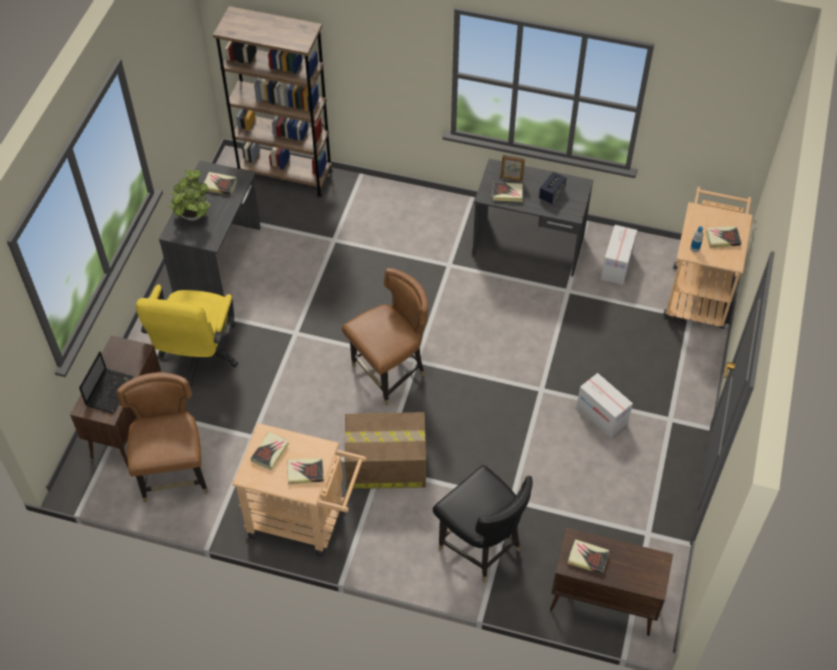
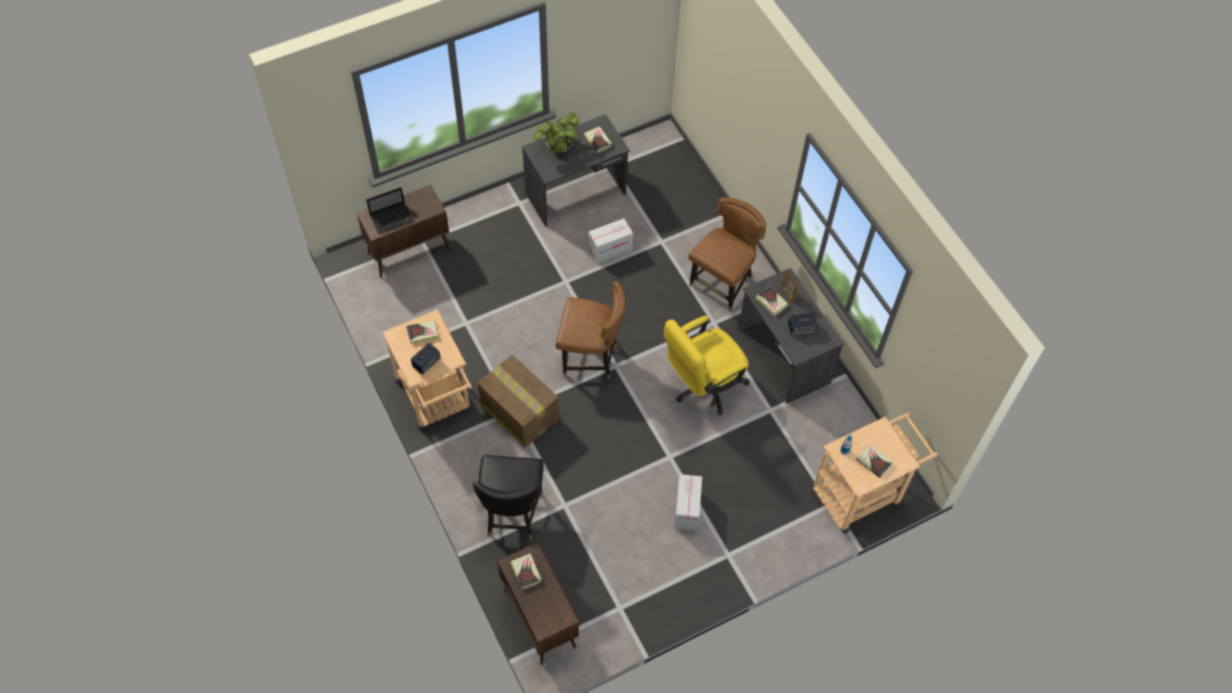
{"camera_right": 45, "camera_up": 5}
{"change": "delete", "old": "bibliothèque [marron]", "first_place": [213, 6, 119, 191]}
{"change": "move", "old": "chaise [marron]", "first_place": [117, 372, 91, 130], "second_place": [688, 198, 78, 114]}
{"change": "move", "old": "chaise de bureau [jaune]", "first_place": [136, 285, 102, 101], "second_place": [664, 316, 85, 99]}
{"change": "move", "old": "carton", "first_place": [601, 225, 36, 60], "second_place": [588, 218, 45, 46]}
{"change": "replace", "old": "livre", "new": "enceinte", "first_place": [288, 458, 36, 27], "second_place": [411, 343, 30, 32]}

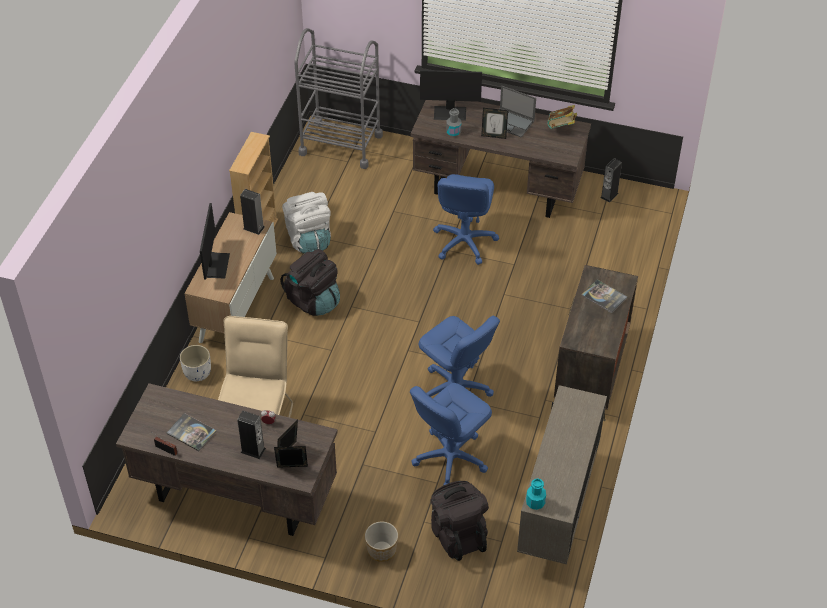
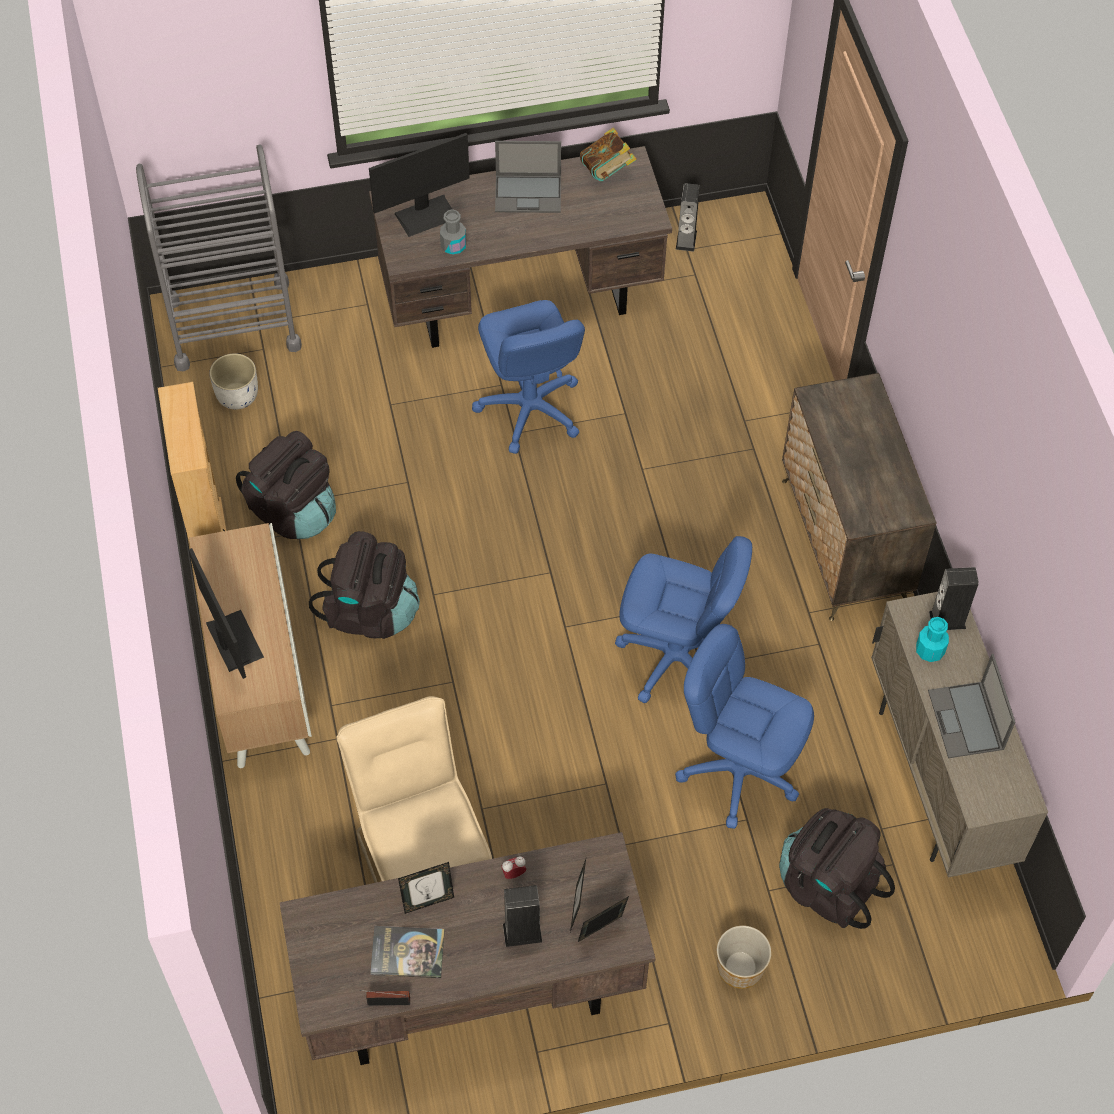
{"camera_right": -30, "camera_up": 10}
{"change": "delete", "old": "livre", "first_place": [581, 279, 47, 34]}
{"change": "insert", "new": "ordinateur portable", "second_place": [928, 654, 87, 104]}
{"change": "move", "old": "cache-pot [blanc]", "first_place": [180, 345, 31, 36], "second_place": [209, 353, 49, 57]}
{"change": "move", "old": "enceinte", "first_place": [240, 189, 25, 46], "second_place": [929, 567, 50, 63]}
{"change": "move", "old": "cadre photo", "first_place": [481, 108, 27, 31], "second_place": [398, 862, 56, 52]}
{"change": "move", "old": "bouteille [turquoise]", "first_place": [526, 478, 20, 32], "second_place": [916, 617, 33, 45]}
{"change": "recolor", "old": "sac à dos [blanc]", "new": "sac à dos [noir]", "first_place": [282, 192, 49, 62], "second_place": [236, 431, 100, 108]}
{"change": "rotate", "old": "chaise de bureau [bleu]", "first_place": [410, 383, 82, 102], "second_place": [675, 624, 139, 205], "degrees": 105}

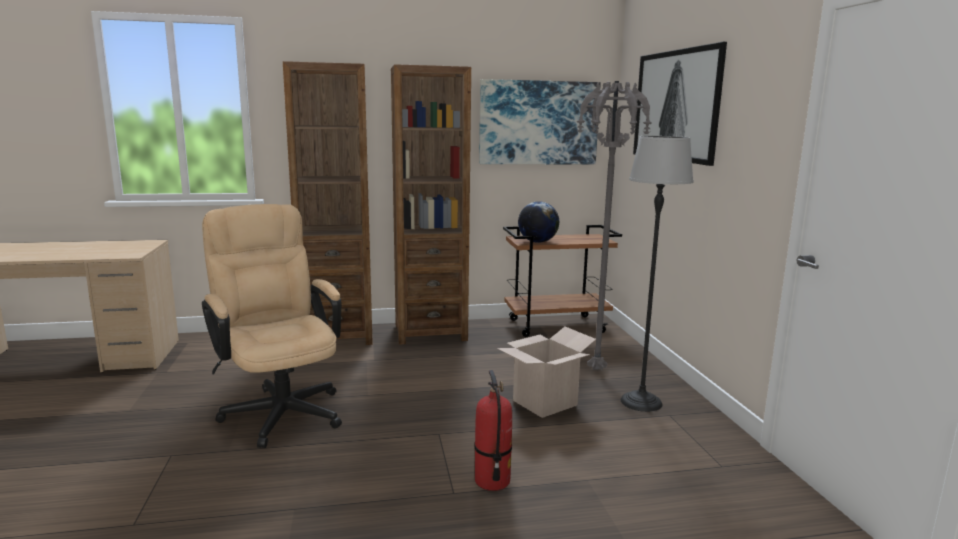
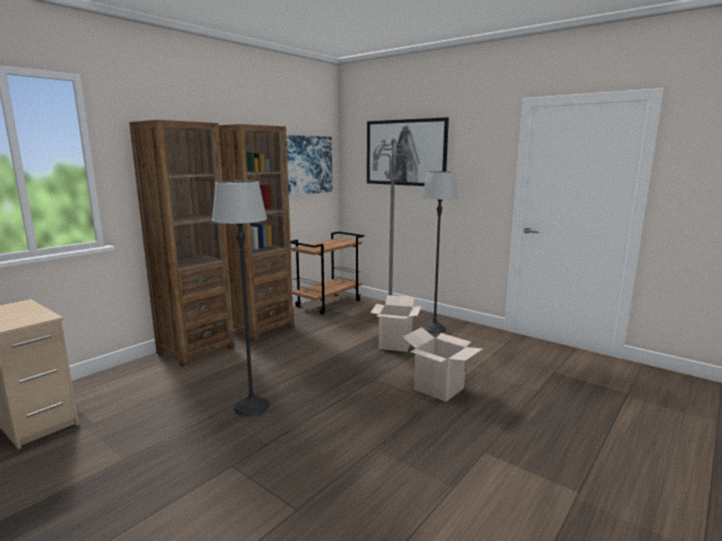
{"camera_right": -40, "camera_up": 0}
{"change": "delete", "old": "globe", "first_place": [518, 201, 41, 42]}
{"change": "replace", "old": "chaise de bureau [beige]", "new": "lampadaire", "first_place": [202, 204, 140, 244], "second_place": [212, 181, 58, 235]}
{"change": "replace", "old": "extincteur", "new": "carton", "first_place": [475, 370, 37, 121], "second_place": [402, 327, 81, 75]}

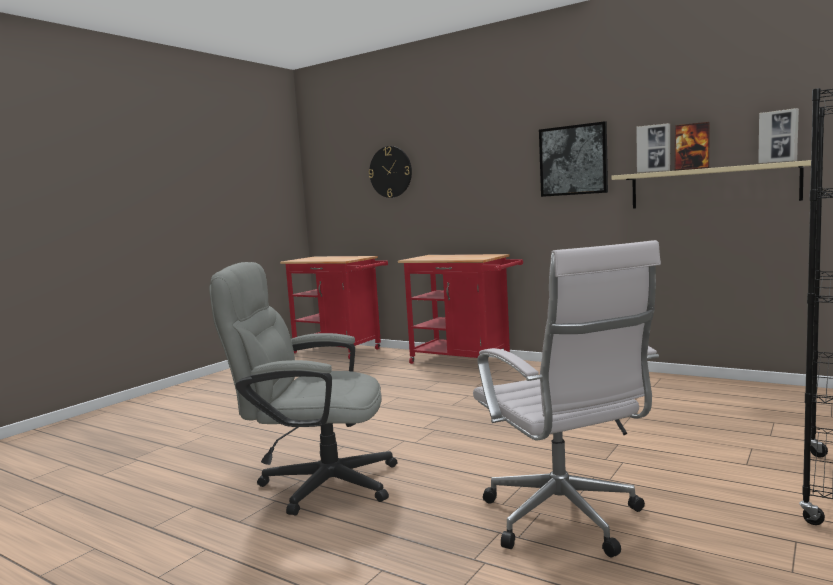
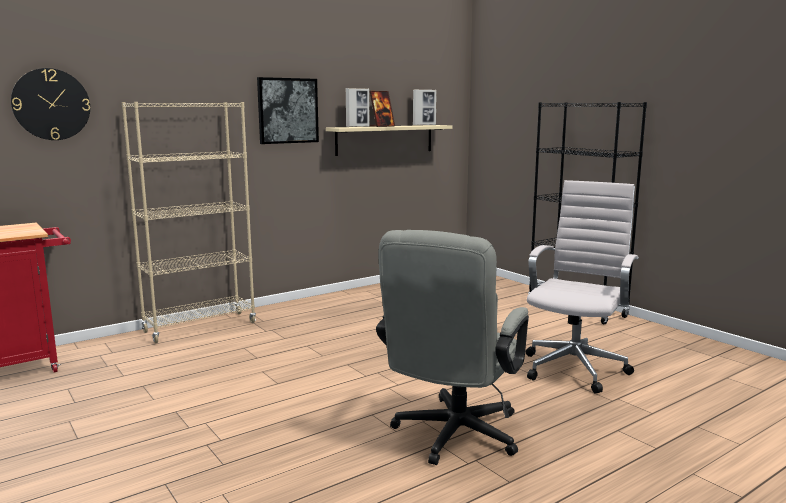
{"camera_right": -70, "camera_up": 5}
{"change": "replace", "old": "chariot [rouge]", "new": "bibliothèque [beige]", "first_place": [398, 254, 125, 110], "second_place": [122, 102, 134, 241]}
{"change": "rotate", "old": "chaise de bureau [blanc]", "first_place": [473, 240, 188, 317], "second_place": [526, 180, 113, 214], "degrees": -60}

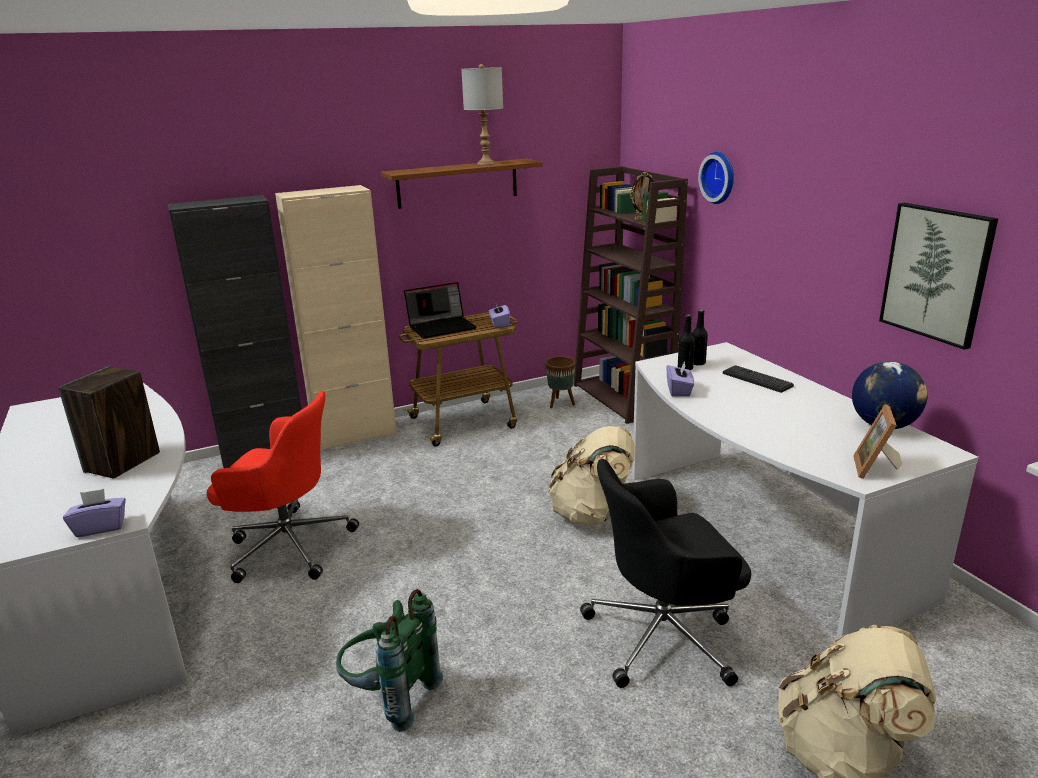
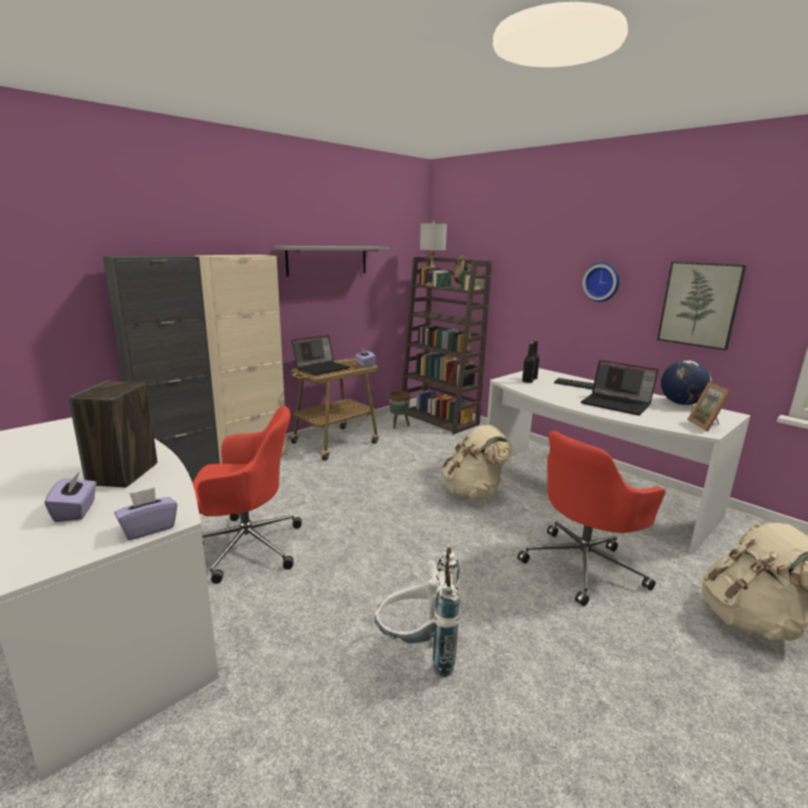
{"camera_right": -20, "camera_up": -5}
{"change": "insert", "new": "ordinateur portable", "second_place": [581, 360, 77, 55]}
{"change": "move", "old": "lampe de table [gris]", "first_place": [461, 64, 42, 101], "second_place": [420, 221, 27, 65]}
{"change": "move", "old": "boîte à mouchoirs [violet]", "first_place": [666, 361, 28, 35], "second_place": [44, 473, 53, 49]}
{"change": "move", "old": "horloge murale", "first_place": [698, 152, 36, 52], "second_place": [582, 262, 38, 40]}
{"change": "recolor", "old": "sac à dos [vert]", "new": "sac à dos [blanc]", "first_place": [336, 589, 107, 143], "second_place": [374, 547, 86, 130]}
{"change": "recolor", "old": "étagère [marron]", "new": "étagère [gris]", "first_place": [381, 159, 162, 50], "second_place": [275, 246, 114, 30]}
{"change": "recolor", "old": "chaise de bureau [noir]", "new": "chaise de bureau [rouge]", "first_place": [580, 459, 171, 229], "second_place": [517, 431, 149, 175]}

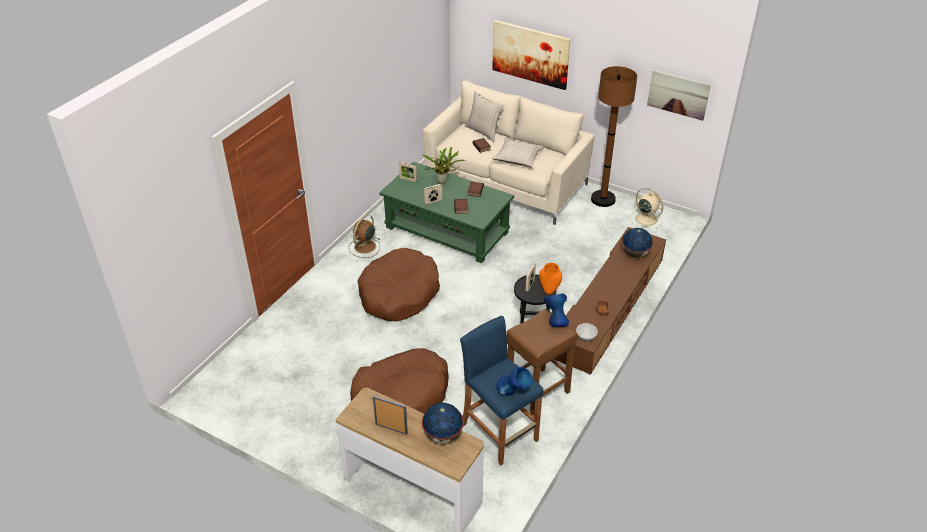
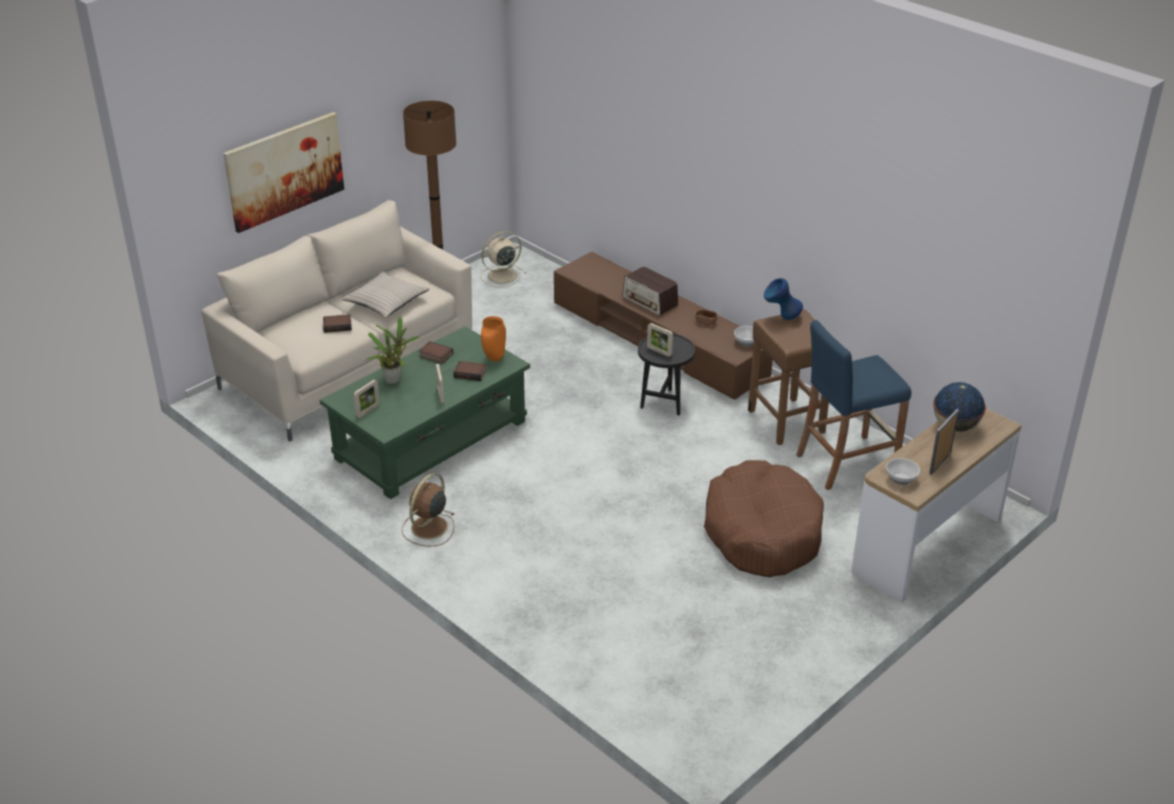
{"camera_right": -75, "camera_up": -5}
{"change": "delete", "old": "panier pour chien [marron]", "first_place": [358, 248, 82, 74]}
{"change": "delete", "old": "coussin [beige]", "first_place": [465, 91, 39, 51]}
{"change": "delete", "old": "vase [bleu]", "first_place": [496, 367, 36, 29]}
{"change": "delete", "old": "globe", "first_place": [622, 228, 31, 30]}
{"change": "delete", "old": "tableau", "first_place": [647, 70, 64, 51]}
{"change": "insert", "new": "radio", "second_place": [622, 266, 56, 50]}
{"change": "insert", "new": "bol", "second_place": [886, 458, 34, 27]}
{"change": "move", "old": "vase [orange]", "first_place": [539, 263, 23, 32], "second_place": [481, 316, 25, 45]}
{"change": "rotate", "old": "ventilateur [marron]", "first_place": [349, 215, 31, 43], "second_place": [402, 473, 52, 73], "degrees": 75}

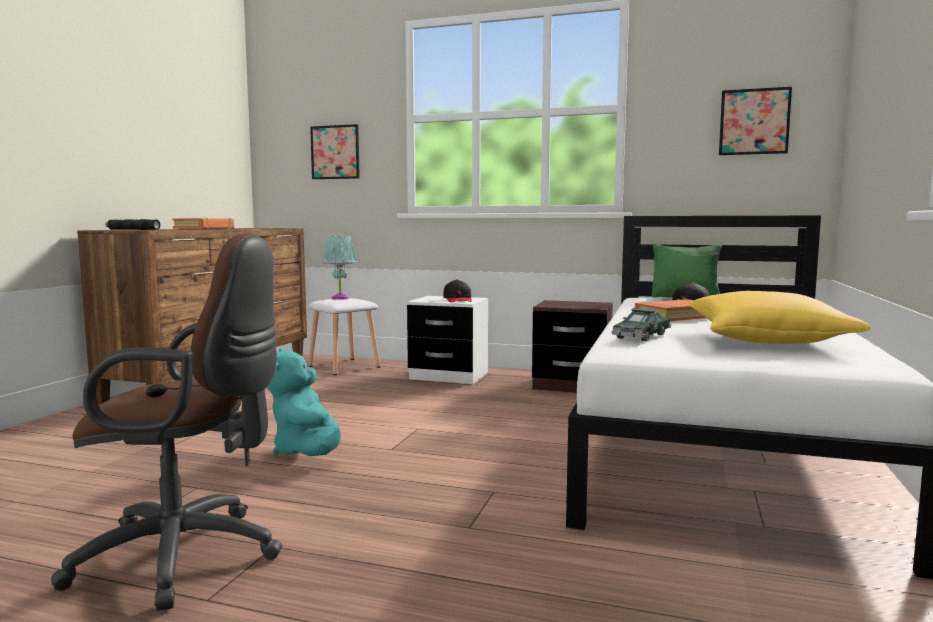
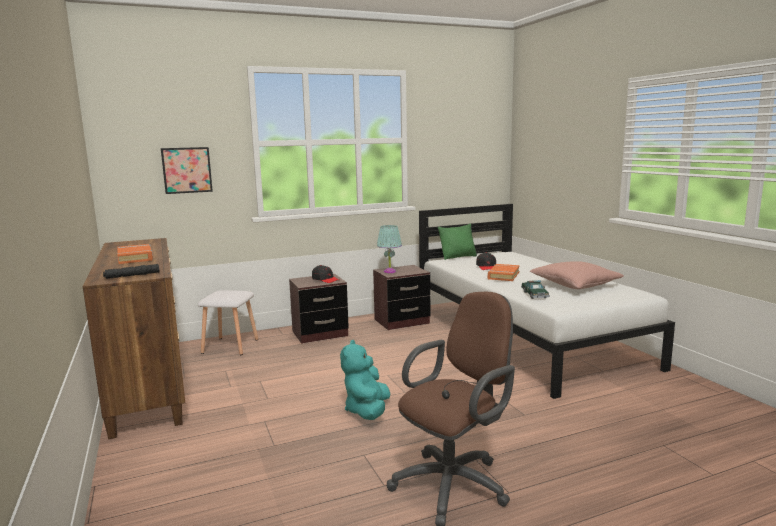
{"camera_right": -40, "camera_up": 5}
{"change": "delete", "old": "tableau", "first_place": [719, 87, 73, 68]}
{"change": "move", "old": "lampe de table [turquoise]", "first_place": [322, 236, 35, 64], "second_place": [377, 225, 25, 48]}
{"change": "recolor", "old": "table de chevet [blanc]", "new": "table de chevet [marron]", "first_place": [407, 296, 81, 88], "second_place": [289, 274, 60, 70]}
{"change": "recolor", "old": "coussin [jaune]", "new": "coussin [rose]", "first_place": [689, 291, 182, 53], "second_place": [529, 262, 95, 27]}
{"change": "rotate", "old": "peluche [turquoise]", "first_place": [267, 348, 74, 108], "second_place": [340, 340, 50, 80], "degrees": 60}

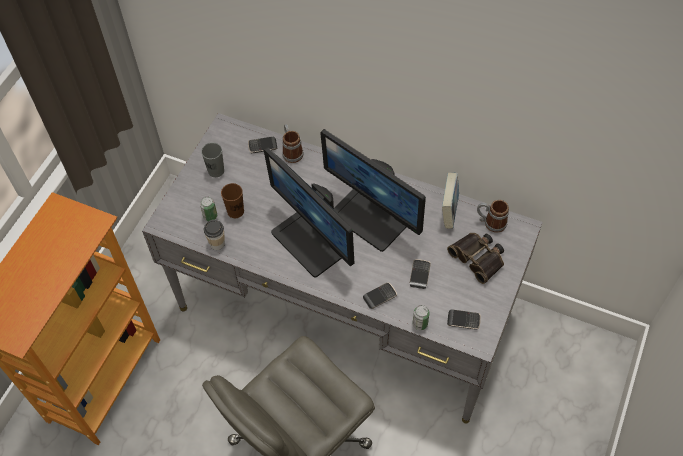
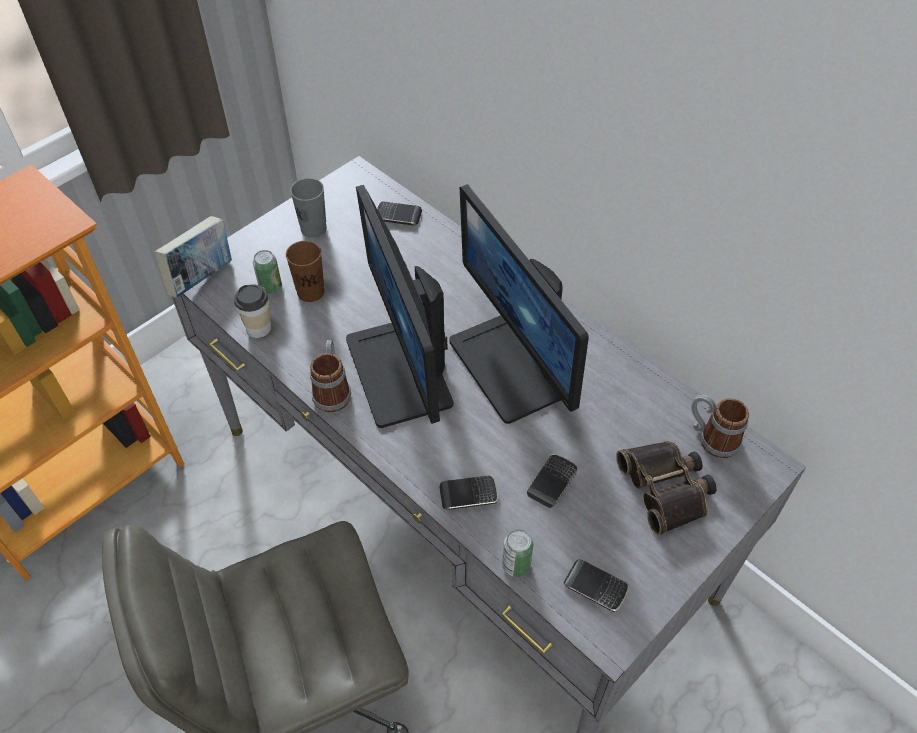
{"camera_right": 20, "camera_up": -5}
{"change": "move", "old": "mug", "first_place": [282, 124, 22, 39], "second_place": [310, 340, 41, 73]}
{"change": "move", "old": "livre", "first_place": [442, 173, 17, 56], "second_place": [154, 216, 78, 82]}

